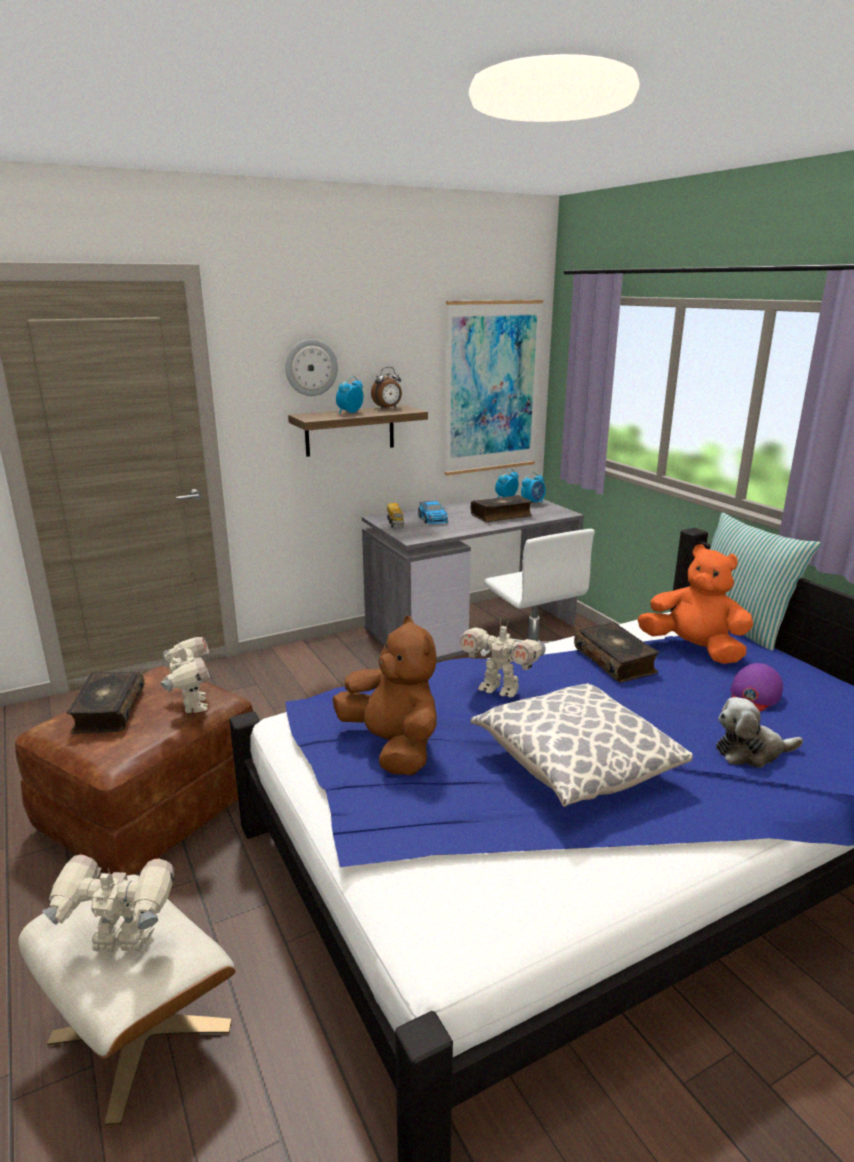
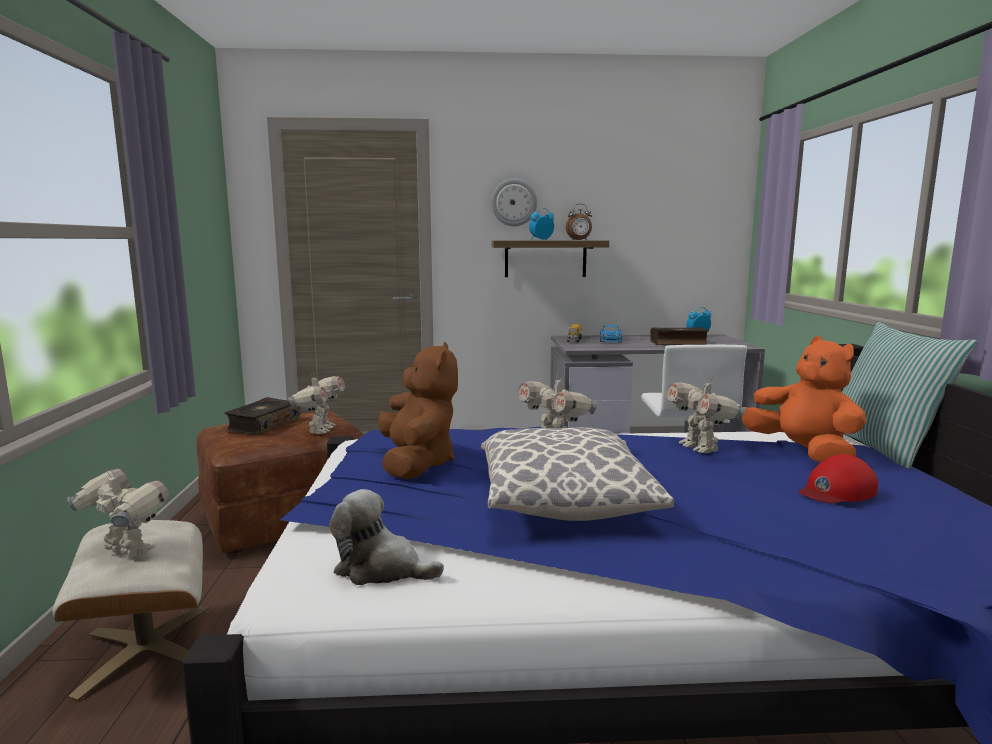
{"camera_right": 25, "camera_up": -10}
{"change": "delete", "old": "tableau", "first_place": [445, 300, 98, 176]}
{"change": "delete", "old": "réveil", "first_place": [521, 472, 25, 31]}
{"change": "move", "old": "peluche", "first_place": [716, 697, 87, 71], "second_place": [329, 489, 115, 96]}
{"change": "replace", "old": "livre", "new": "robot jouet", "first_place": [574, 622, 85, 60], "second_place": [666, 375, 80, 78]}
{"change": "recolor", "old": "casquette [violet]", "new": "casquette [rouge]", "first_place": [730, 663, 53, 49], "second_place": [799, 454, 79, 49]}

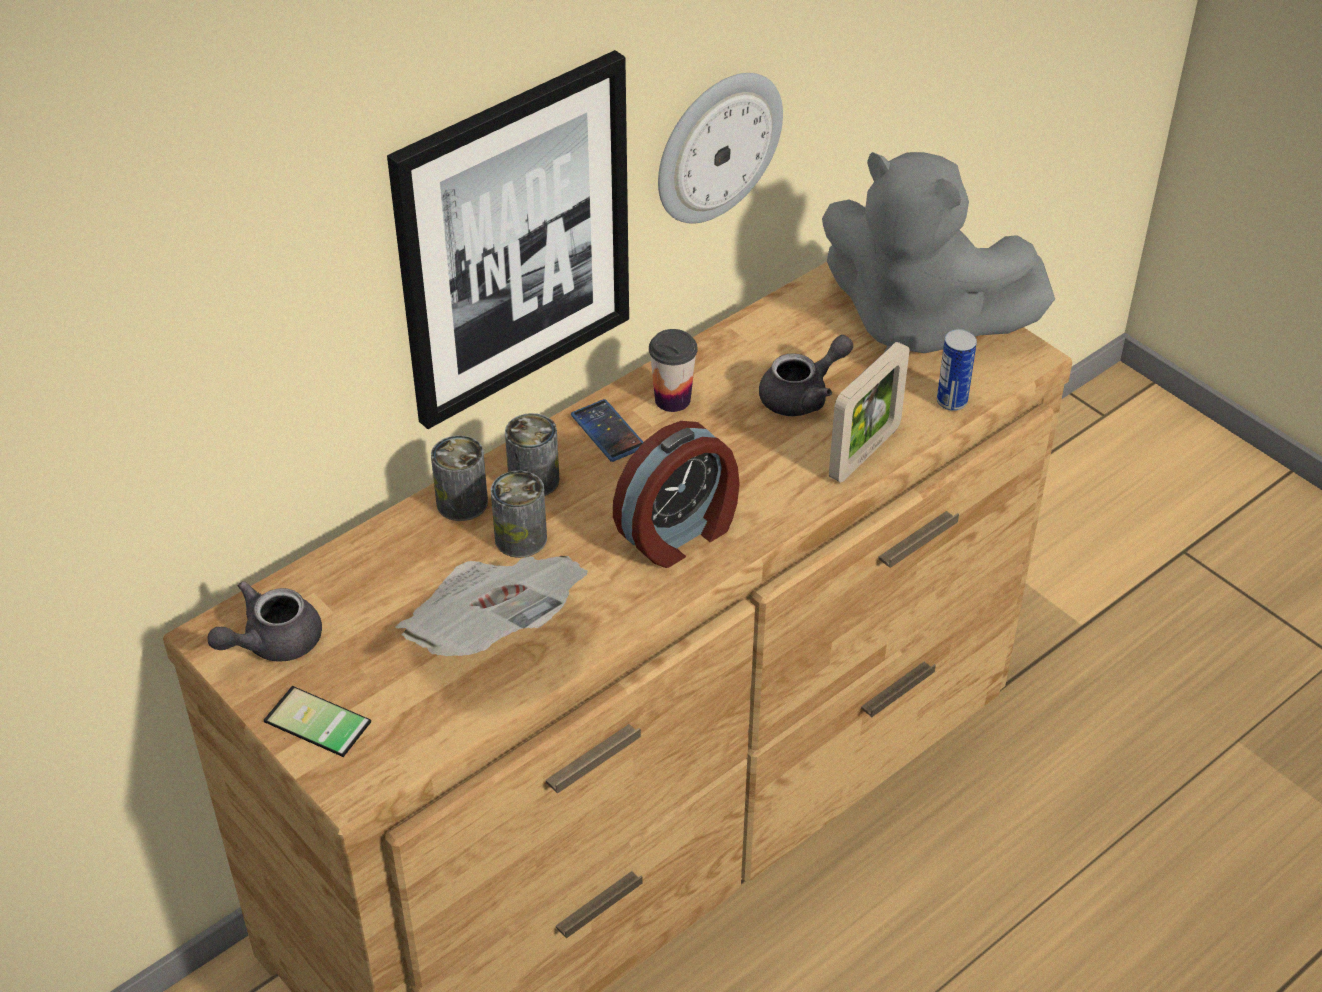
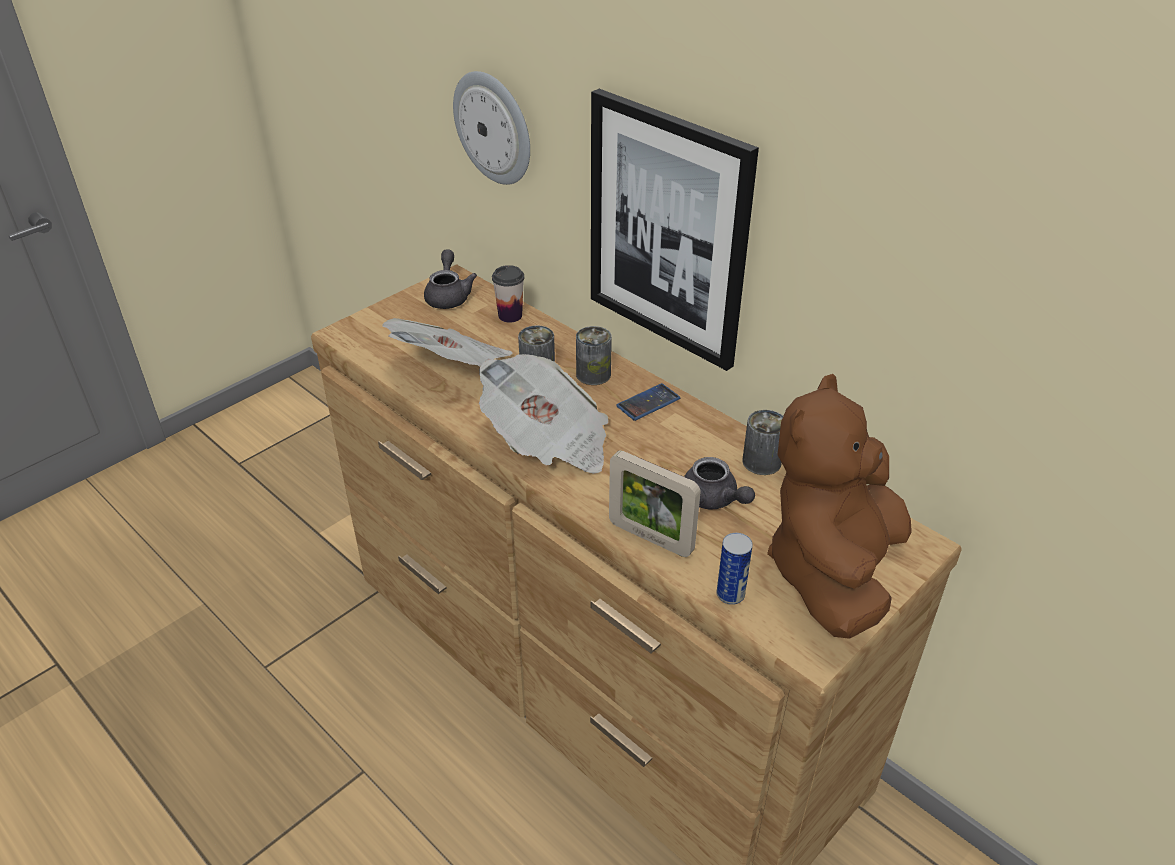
{"camera_right": 85, "camera_up": -5}
{"change": "delete", "old": "téléphone", "first_place": [264, 686, 107, 71]}
{"change": "move", "old": "boîte métallique", "first_place": [431, 435, 57, 86], "second_place": [742, 410, 41, 65]}
{"change": "move", "old": "tasse", "first_place": [649, 329, 49, 83], "second_place": [492, 265, 32, 58]}
{"change": "move", "old": "horloge murale", "first_place": [658, 73, 125, 151], "second_place": [453, 71, 77, 114]}
{"change": "replace", "old": "réveil", "new": "journal", "first_place": [613, 421, 127, 147], "second_place": [479, 354, 129, 120]}
{"change": "recolor", "old": "peluche [gris]", "new": "peluche [marron]", "first_place": [822, 152, 233, 201], "second_place": [767, 374, 145, 265]}
{"change": "rotate", "old": "théière [gris]", "first_place": [207, 581, 115, 81], "second_place": [424, 249, 53, 60], "degrees": 45}

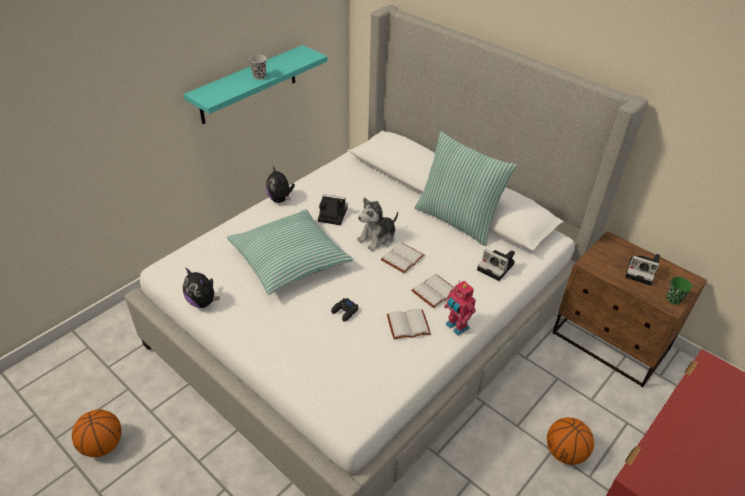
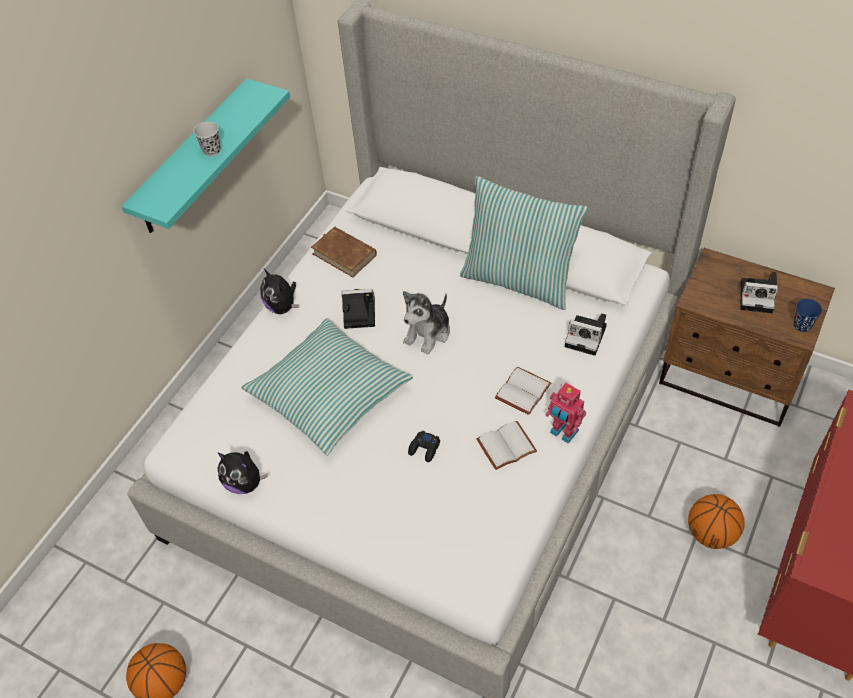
{"camera_right": -10, "camera_up": 10}
{"change": "delete", "old": "livre [blanc]", "first_place": [381, 242, 44, 31]}
{"change": "insert", "new": "livre [marron]", "second_place": [311, 226, 66, 51]}
{"change": "recolor", "old": "tasse [vert]", "new": "tasse [bleu]", "first_place": [667, 277, 25, 27], "second_place": [793, 299, 29, 33]}

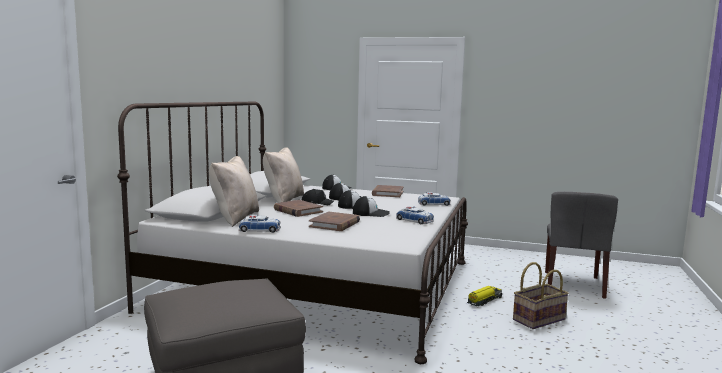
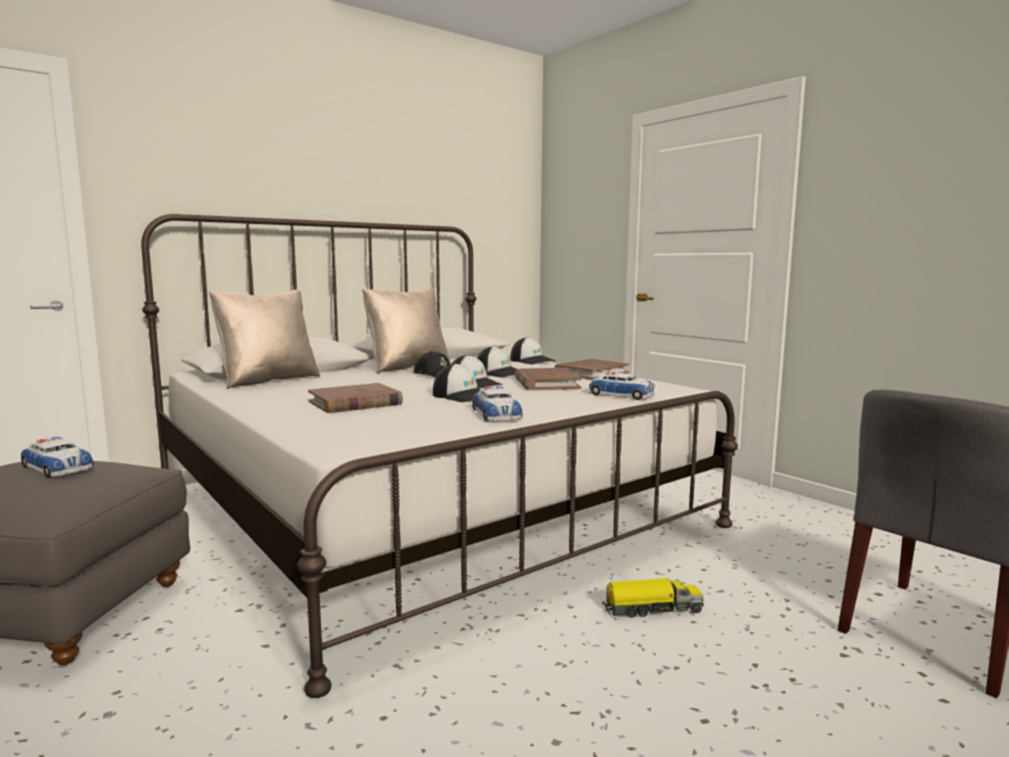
{"camera_right": 35, "camera_up": 0}
{"change": "delete", "old": "panier", "first_place": [513, 262, 56, 67]}
{"change": "move", "old": "petite voiture", "first_place": [239, 215, 42, 18], "second_place": [21, 437, 72, 41]}
{"change": "move", "old": "livre [marron]", "first_place": [274, 200, 49, 17], "second_place": [515, 368, 67, 22]}

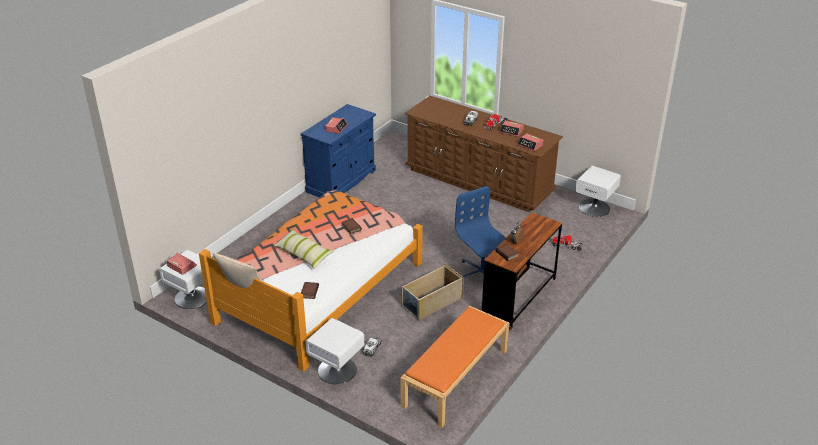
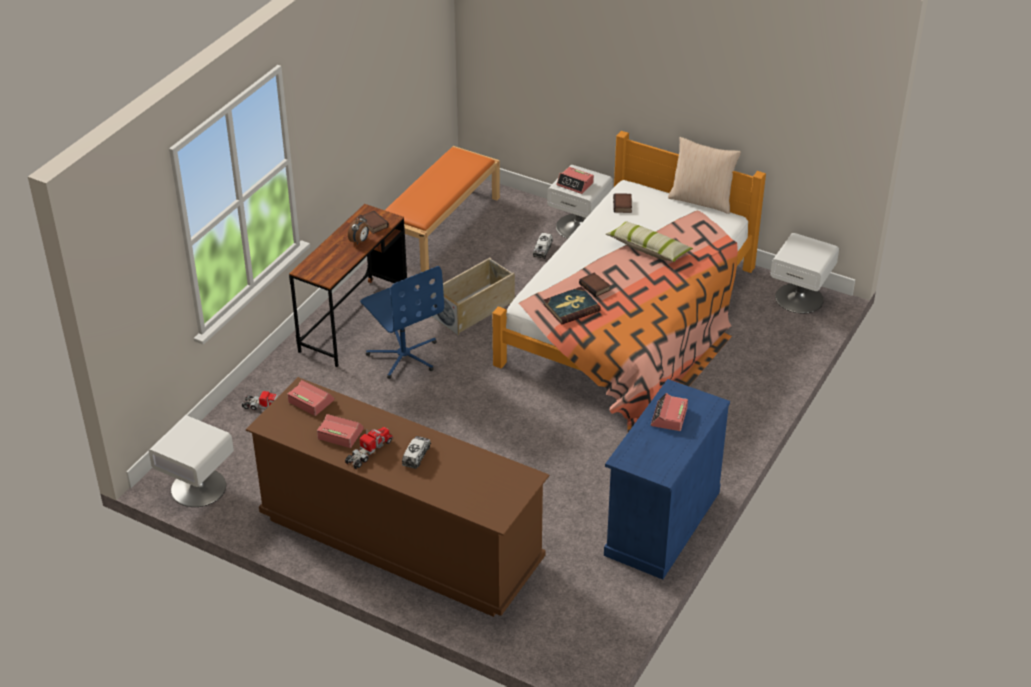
{"camera_right": 175, "camera_up": 5}
{"change": "insert", "new": "livre", "second_place": [543, 286, 58, 39]}
{"change": "move", "old": "réveil", "first_place": [167, 253, 30, 22], "second_place": [557, 167, 37, 27]}

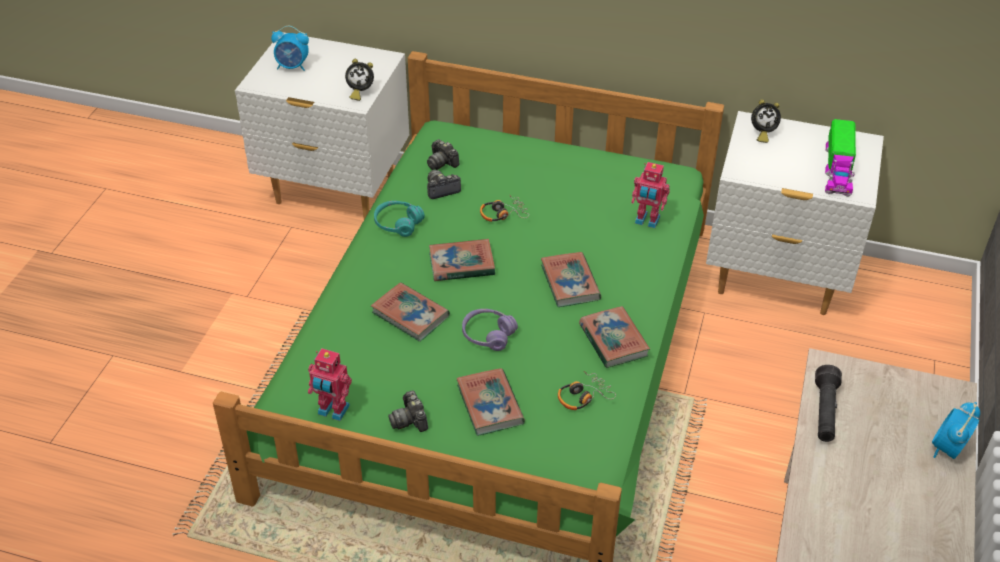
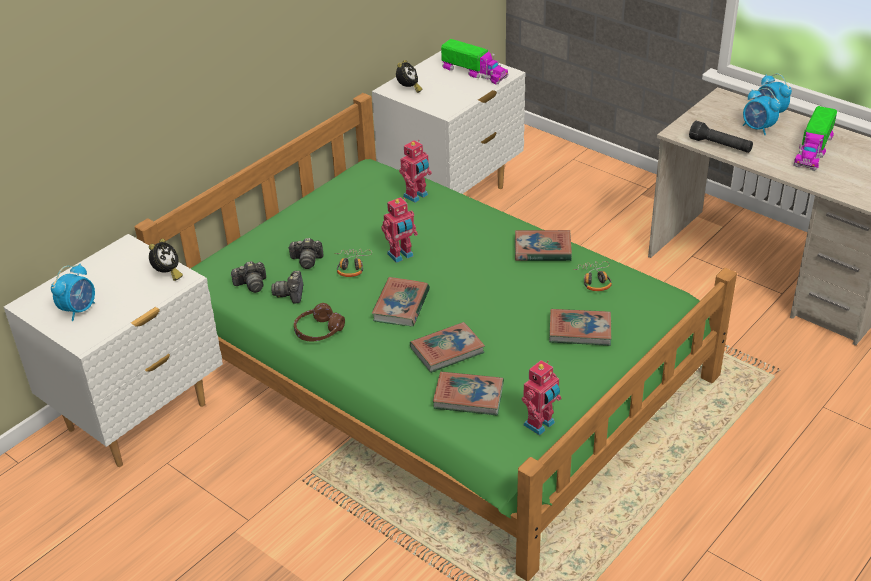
{"camera_right": -65, "camera_up": -5}
{"change": "delete", "old": "casque audio [violet]", "first_place": [462, 309, 56, 42]}
{"change": "insert", "new": "robot jouet", "second_place": [381, 197, 37, 66]}
{"change": "insert", "new": "réveil", "second_place": [743, 88, 38, 47]}
{"change": "insert", "new": "camion jouet", "second_place": [793, 106, 44, 65]}
{"change": "move", "old": "appareil photo", "first_place": [388, 390, 40, 42], "second_place": [288, 238, 35, 31]}
{"change": "move", "old": "livre", "first_place": [541, 252, 60, 55], "second_place": [433, 372, 71, 44]}
{"change": "recolor", "old": "casque audio [turquoise]", "new": "casque audio [marron]", "first_place": [374, 201, 51, 36], "second_place": [294, 303, 51, 38]}

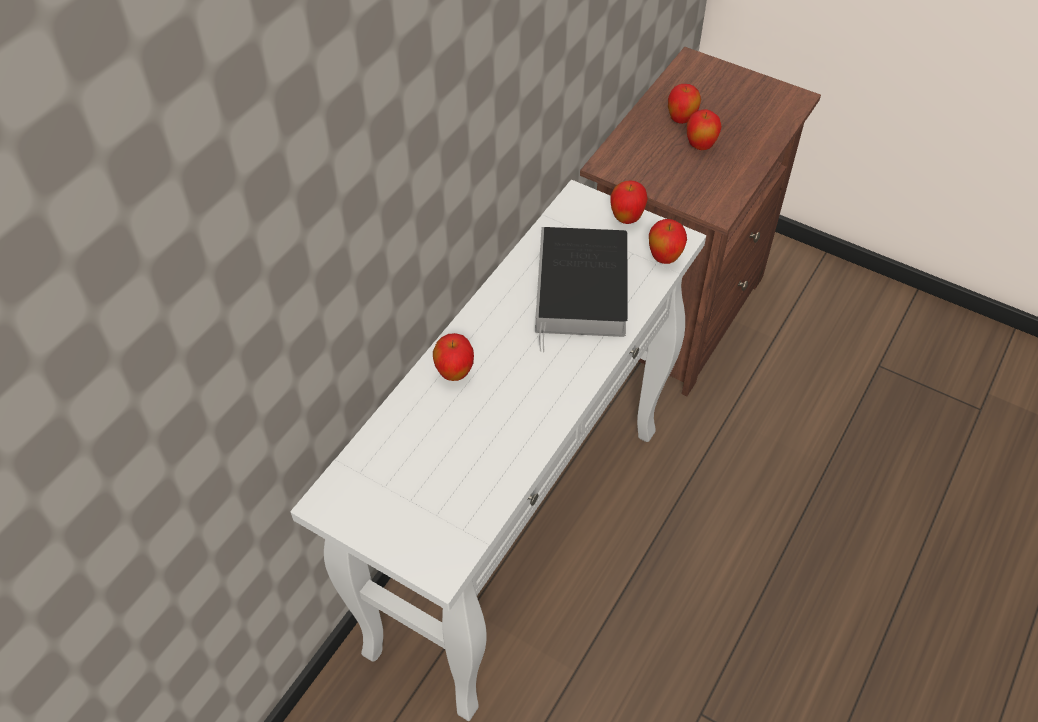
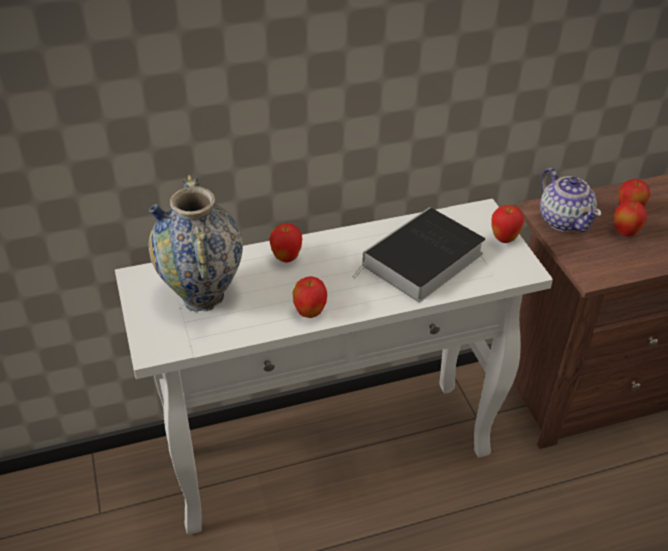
{"camera_right": 40, "camera_up": -10}
{"change": "insert", "new": "vase", "second_place": [149, 175, 94, 137]}
{"change": "insert", "new": "théière", "second_place": [540, 168, 62, 64]}
{"change": "move", "old": "pomme", "first_place": [649, 219, 38, 45], "second_place": [292, 276, 35, 42]}

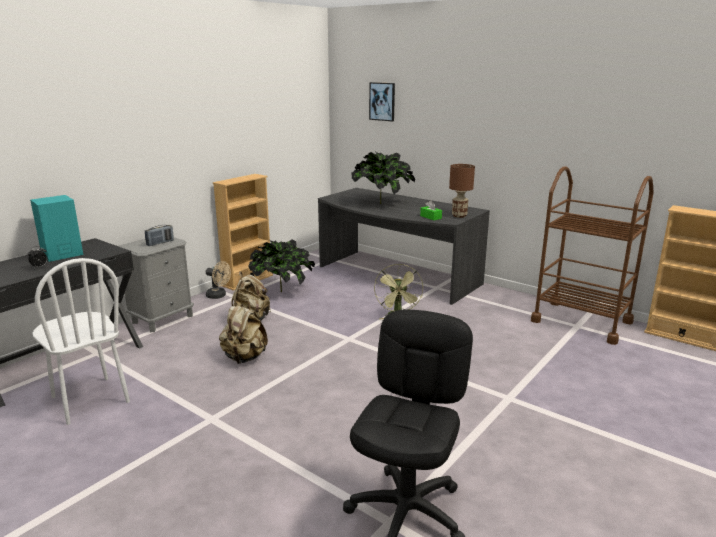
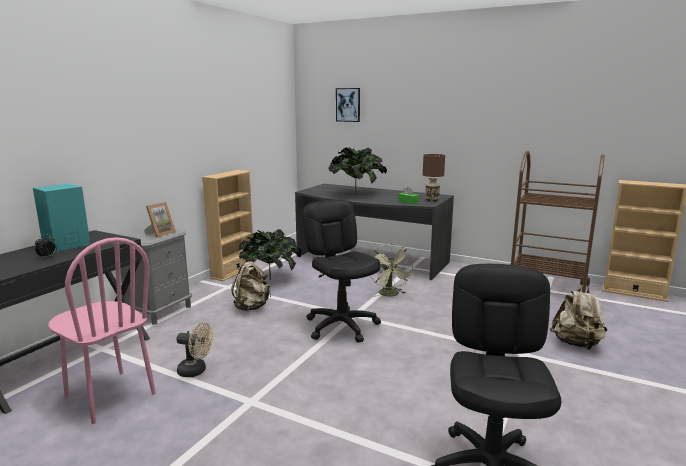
{"camera_right": -10, "camera_up": -5}
{"change": "insert", "new": "chaise de bureau [noir]", "second_place": [302, 200, 79, 142]}
{"change": "move", "old": "ventilateur [beige]", "first_place": [206, 261, 25, 38], "second_place": [176, 322, 37, 55]}
{"change": "move", "old": "sac à dos [beige]", "first_place": [219, 301, 49, 63], "second_place": [550, 285, 57, 65]}
{"change": "replace", "old": "radio", "new": "cadre photo", "first_place": [145, 225, 29, 21], "second_place": [144, 202, 32, 36]}
{"change": "recolor", "old": "chaise [blanc]", "new": "chaise [rose]", "first_place": [32, 258, 98, 167], "second_place": [48, 237, 108, 187]}

